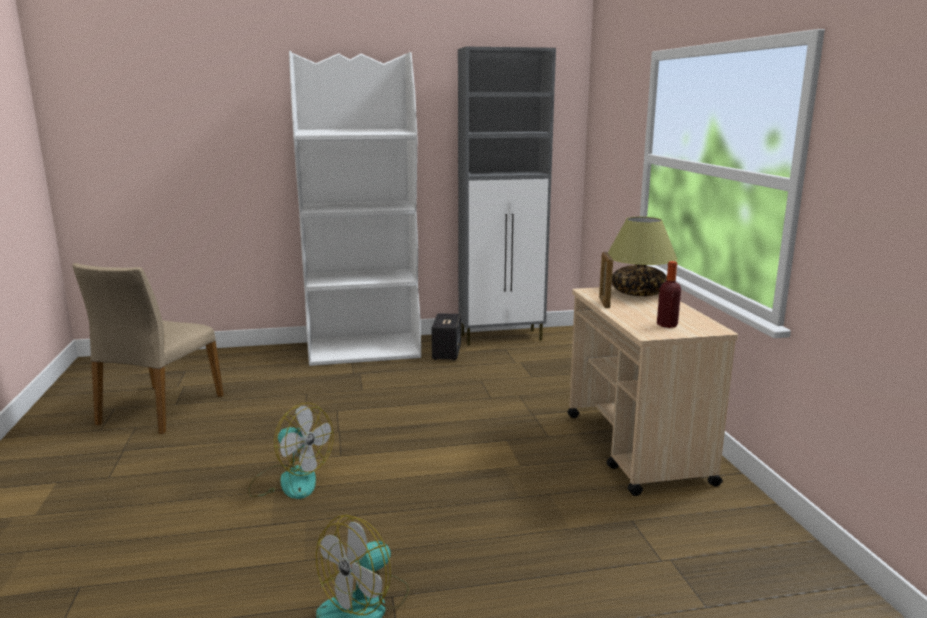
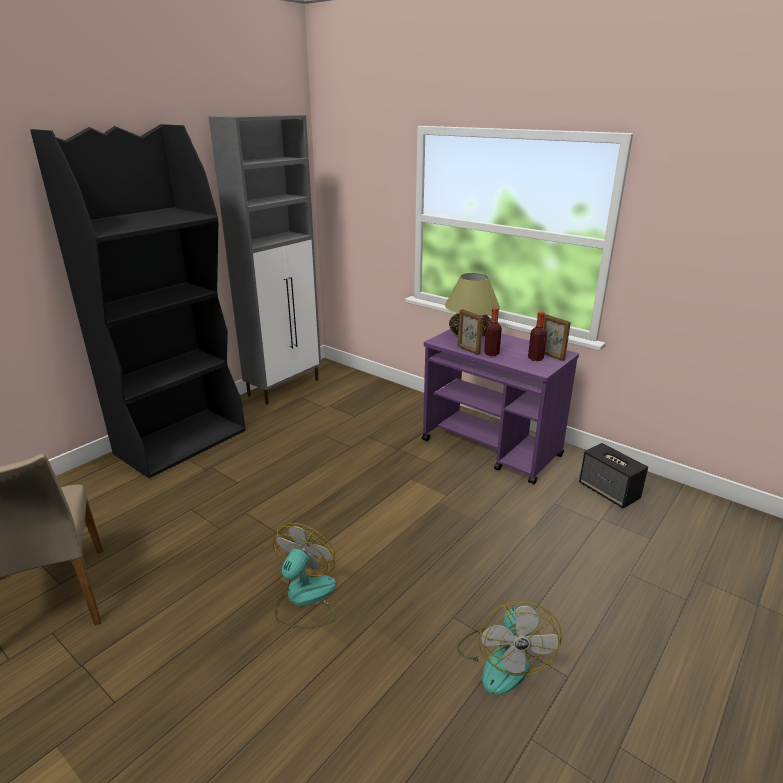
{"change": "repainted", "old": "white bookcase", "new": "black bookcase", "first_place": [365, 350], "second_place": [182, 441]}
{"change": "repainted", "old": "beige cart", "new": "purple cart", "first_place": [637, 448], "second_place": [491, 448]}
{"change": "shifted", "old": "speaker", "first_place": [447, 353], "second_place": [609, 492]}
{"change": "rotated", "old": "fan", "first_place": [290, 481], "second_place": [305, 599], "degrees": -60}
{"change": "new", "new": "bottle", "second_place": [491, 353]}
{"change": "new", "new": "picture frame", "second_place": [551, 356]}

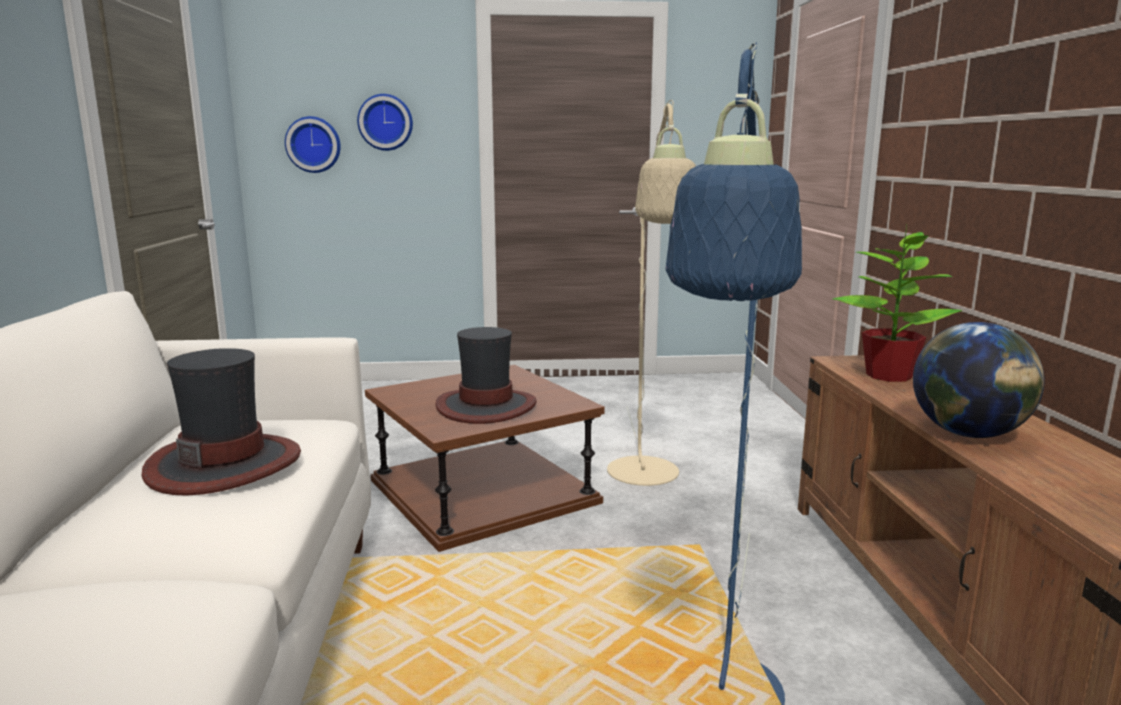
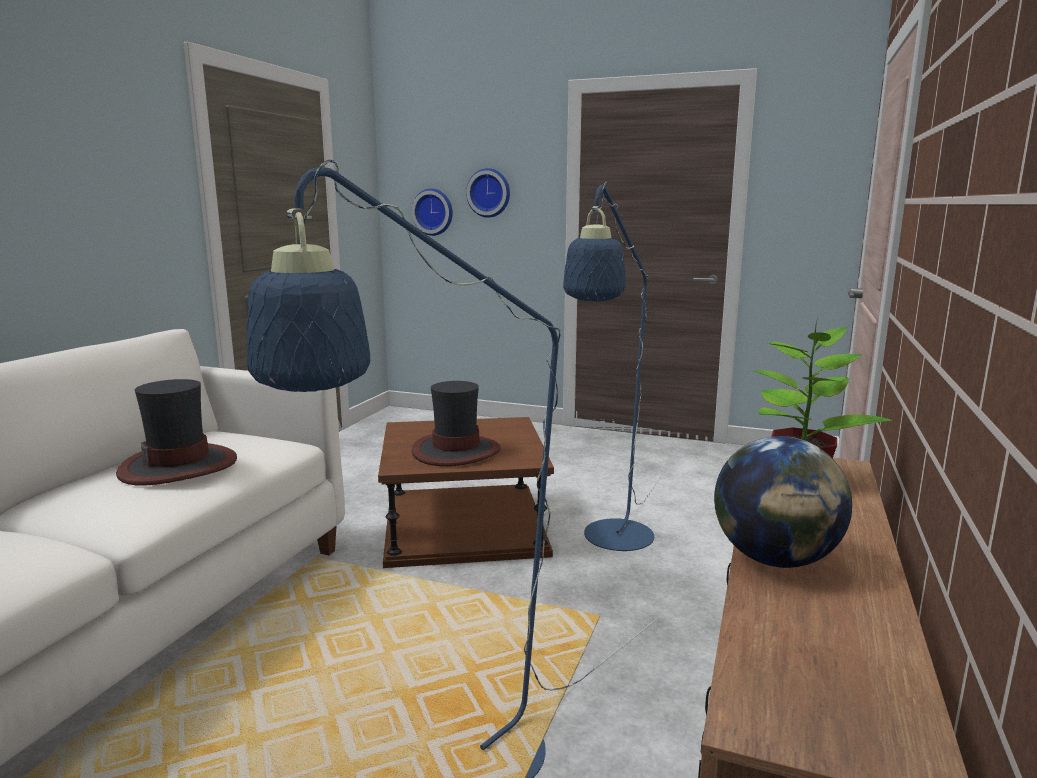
{"change": "repainted", "old": "beige floor lamp", "new": "blue floor lamp", "first_place": [645, 478], "second_place": [613, 542]}

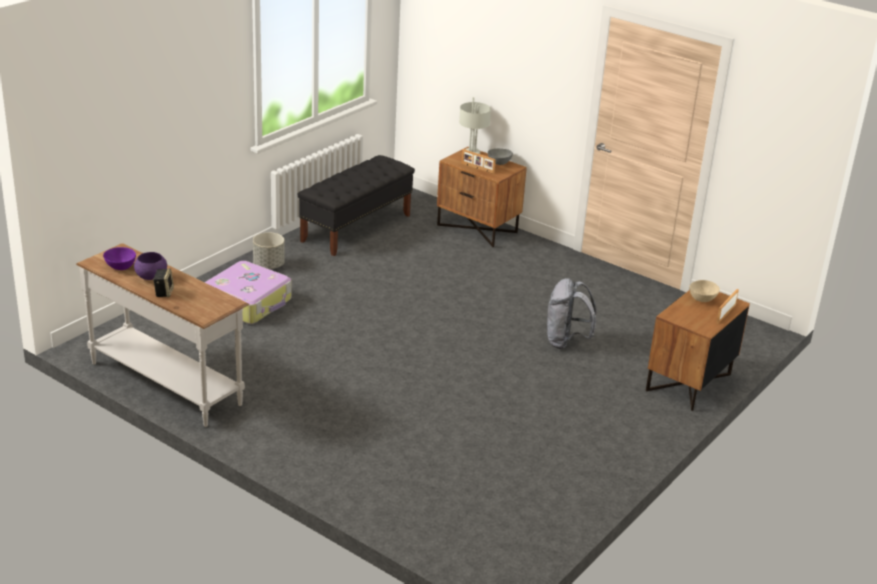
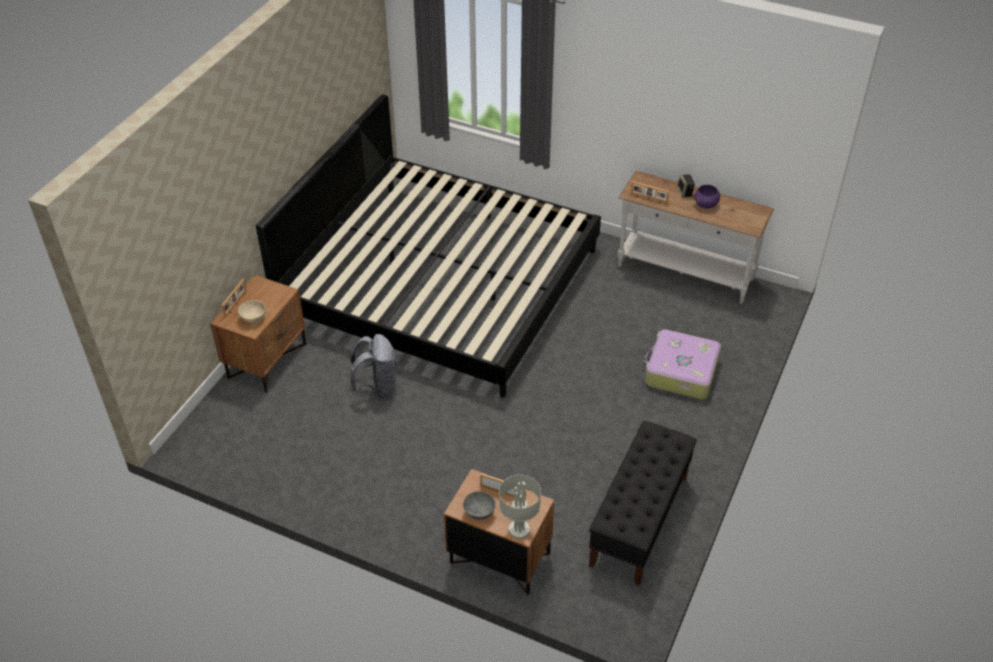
{"change": "gone", "old": "grey planter", "first_place": [269, 265]}
{"change": "gone", "old": "purple bowl", "first_place": [120, 267]}
{"change": "new", "new": "bed", "second_place": [441, 283]}
{"change": "new", "new": "picture frame", "second_place": [648, 199]}

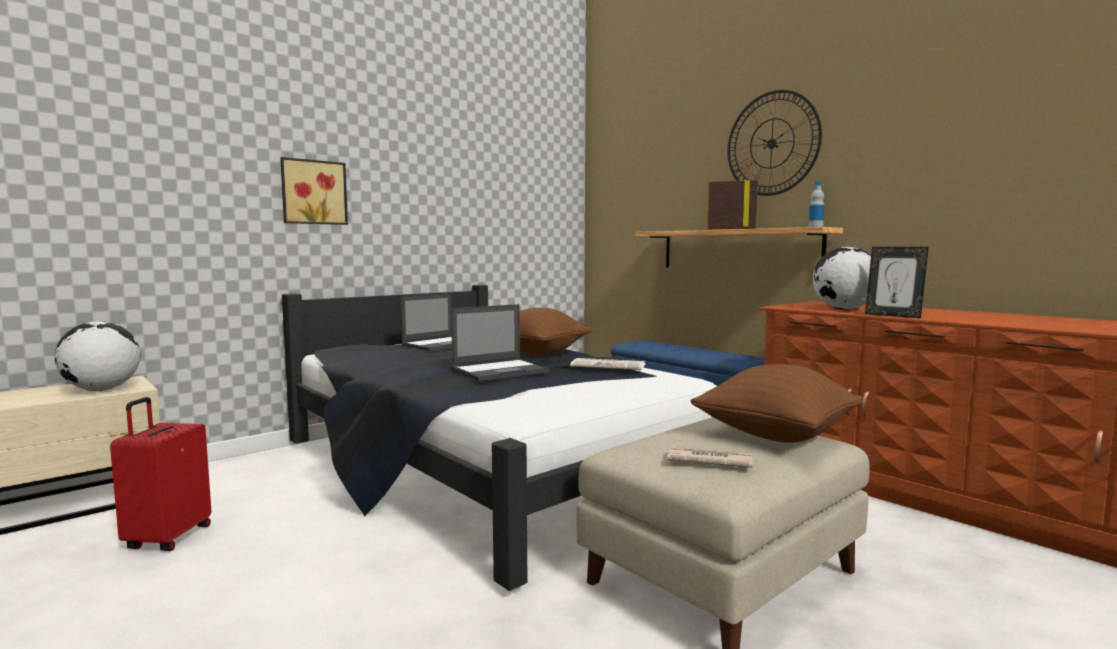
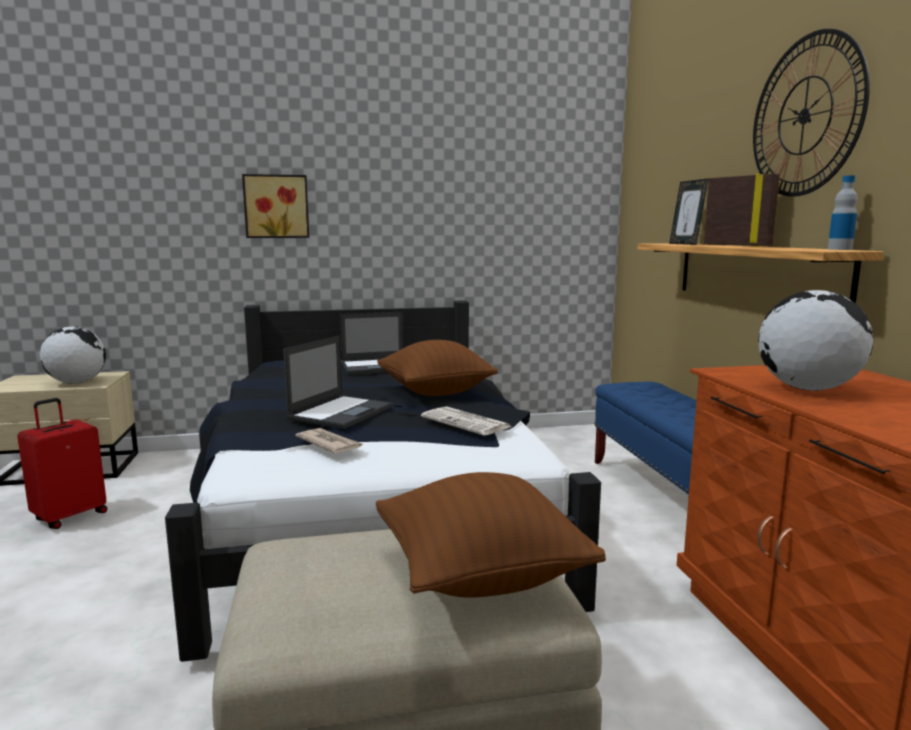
{"change": "shifted", "old": "picture frame", "first_place": [893, 315], "second_place": [685, 244]}
{"change": "rotated", "old": "laptop", "first_place": [501, 370], "second_place": [342, 412], "degrees": -60}
{"change": "shifted", "old": "newspaper", "first_place": [708, 460], "second_place": [329, 444]}

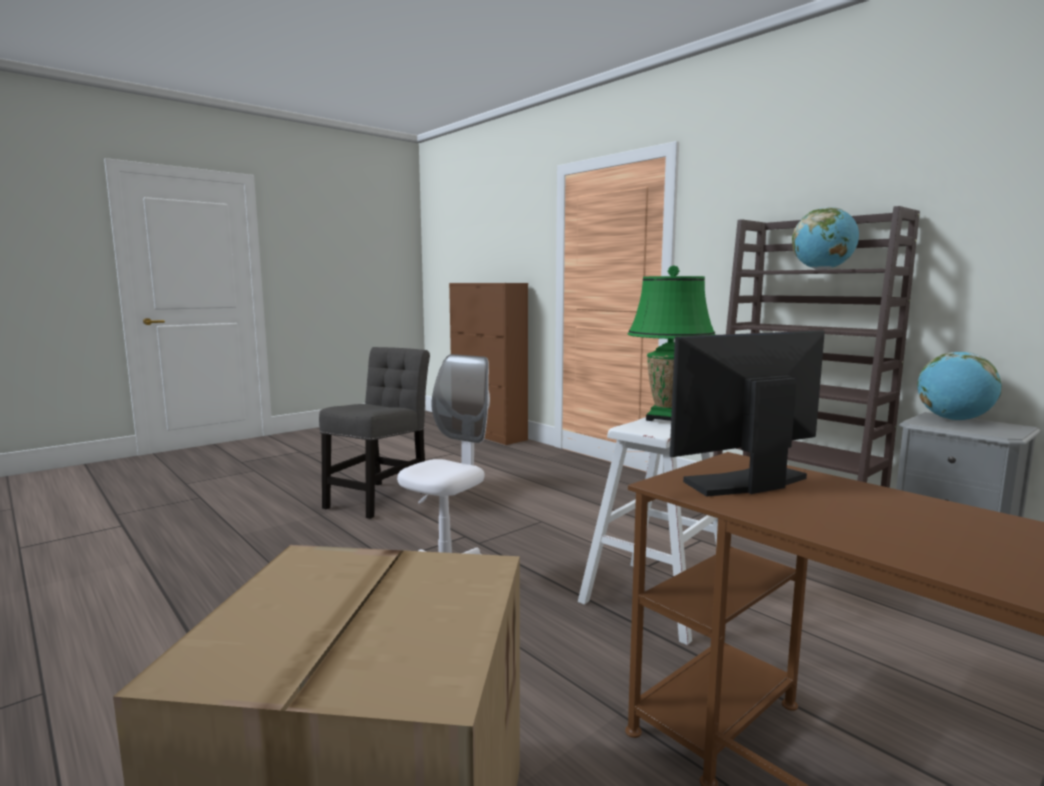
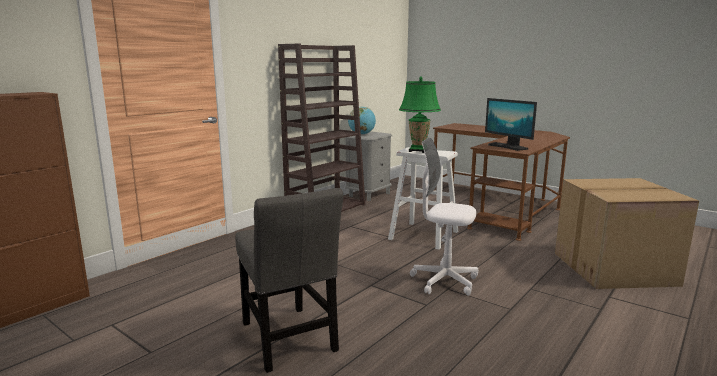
{"change": "gone", "old": "globe", "first_place": [822, 269]}
{"change": "rotated", "old": "grey chair", "first_place": [379, 498], "second_place": [289, 340], "degrees": -135}

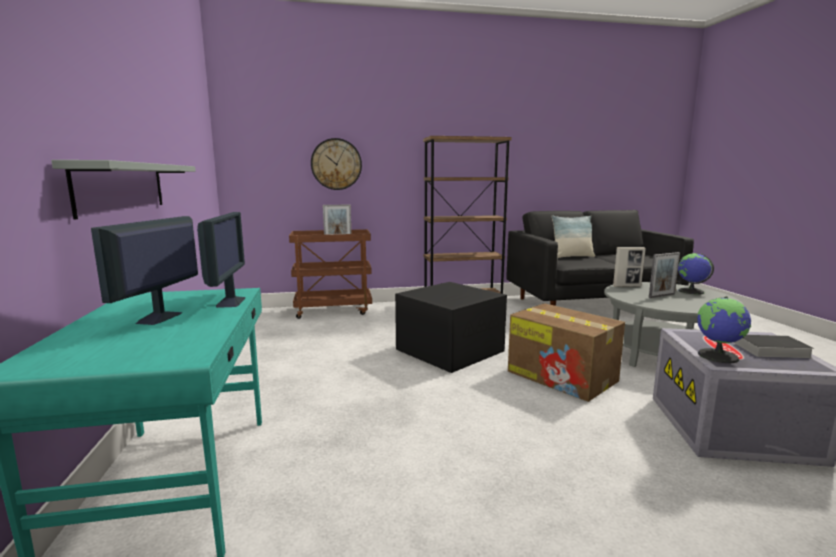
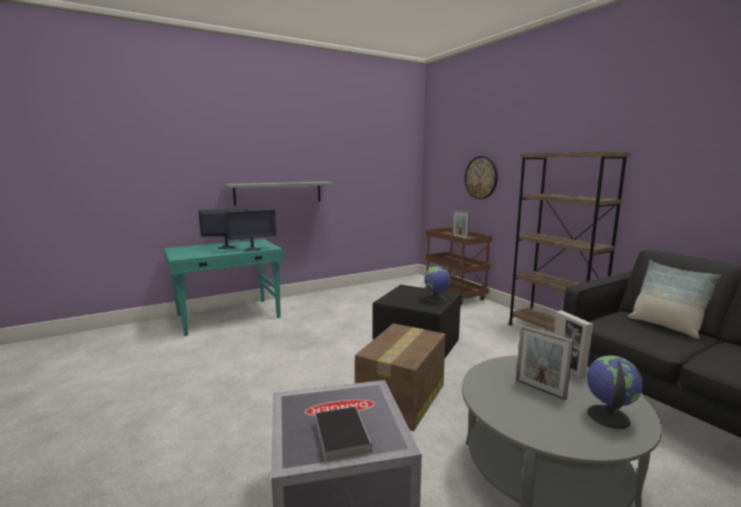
{"change": "shifted", "old": "globe", "first_place": [718, 356], "second_place": [436, 300]}

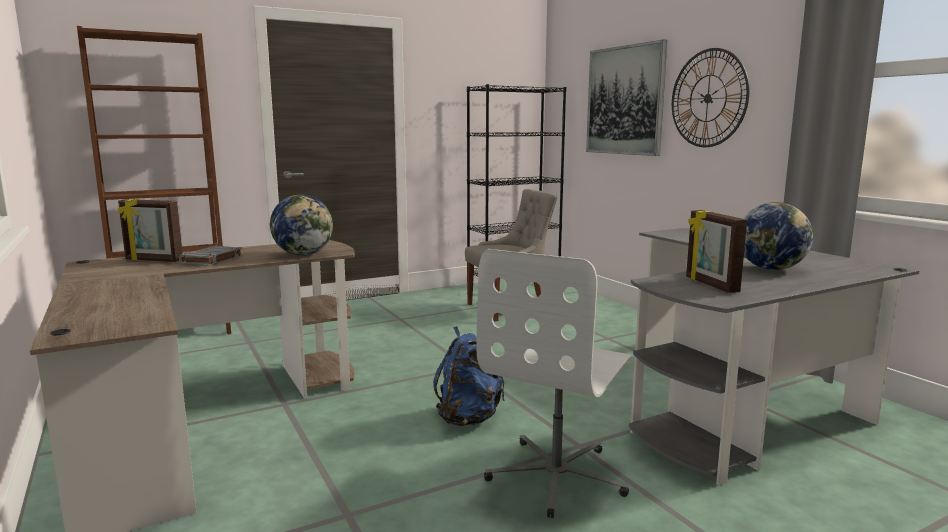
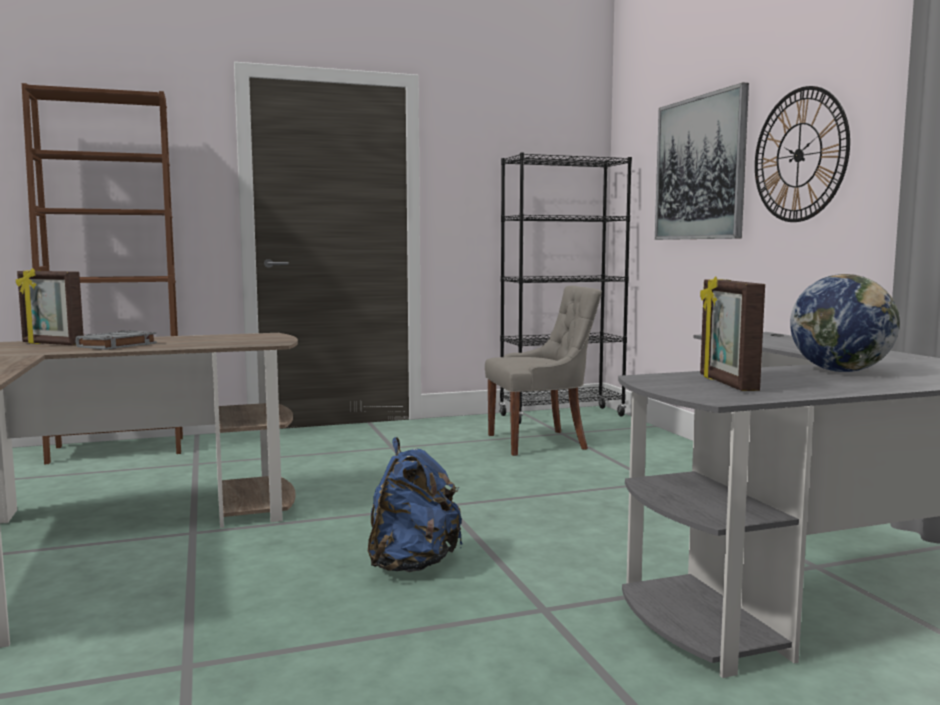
{"change": "gone", "old": "globe", "first_place": [304, 254]}
{"change": "gone", "old": "white office chair", "first_place": [557, 476]}

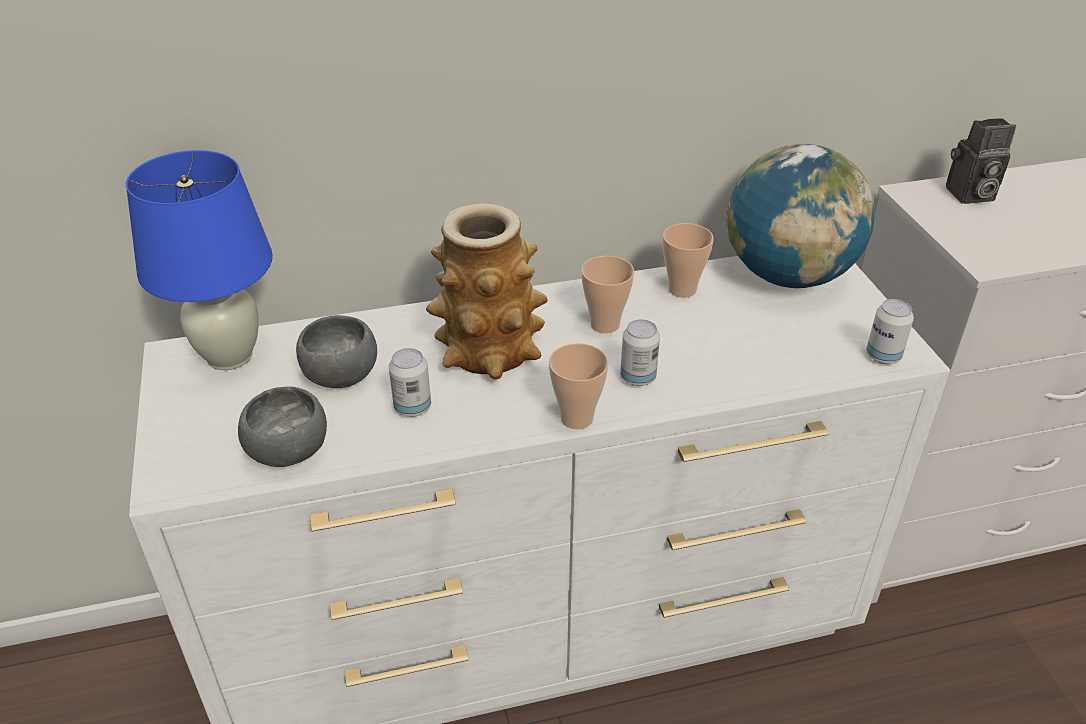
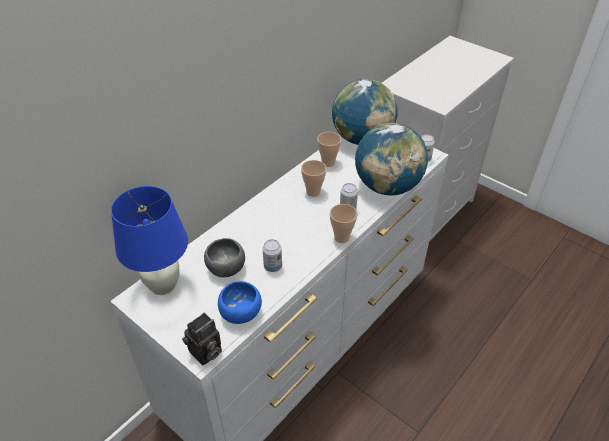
{"change": "shifted", "old": "photo camera", "first_place": [969, 195], "second_place": [205, 353]}
{"change": "gone", "old": "vase", "first_place": [489, 350]}
{"change": "repainted", "old": "grey bowl", "new": "blue bowl", "first_place": [290, 452], "second_place": [242, 312]}
{"change": "new", "new": "globe", "second_place": [387, 187]}

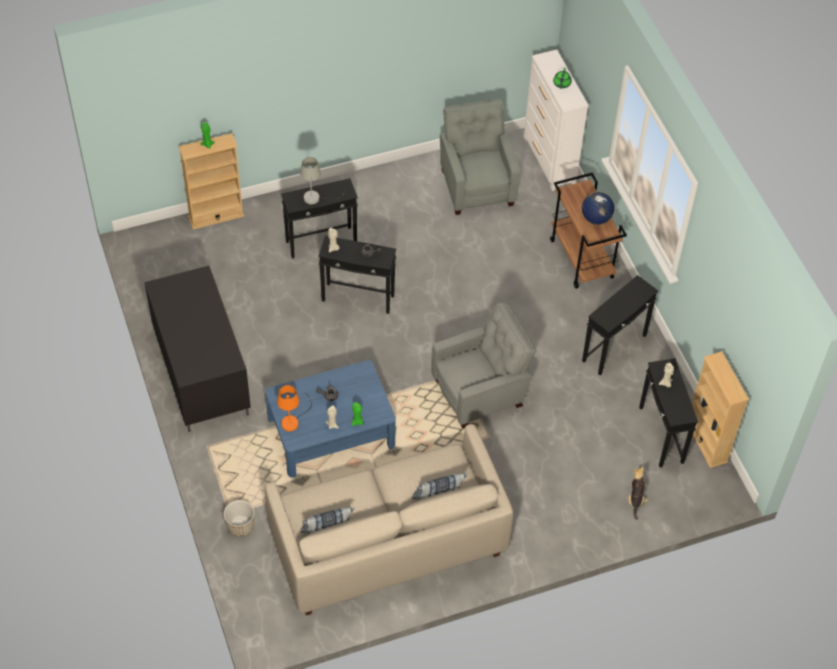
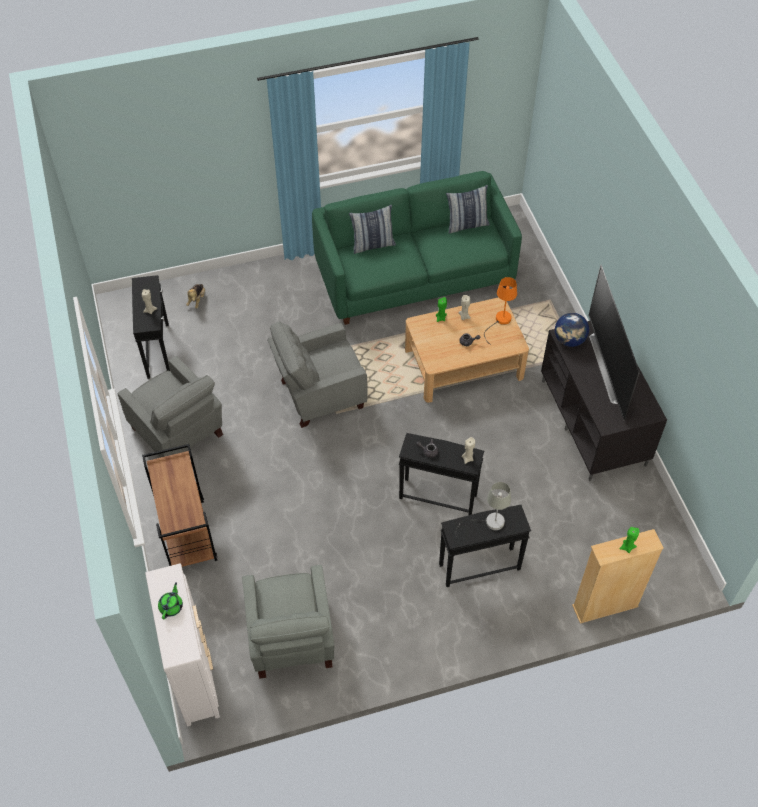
{"change": "shifted", "old": "globe", "first_place": [596, 218], "second_place": [569, 340]}
{"change": "swapped", "old": "black side table", "new": "grey armchair", "first_place": [615, 348], "second_place": [178, 433]}
{"change": "gone", "old": "beige bookcase", "first_place": [706, 441]}
{"change": "repainted", "old": "blue coffee table", "new": "beige coffee table", "first_place": [331, 432], "second_place": [463, 363]}
{"change": "repainted", "old": "beige sofa", "new": "green sofa", "first_place": [387, 542], "second_place": [414, 275]}
{"change": "gone", "old": "planter", "first_place": [240, 525]}
{"change": "new", "new": "television", "second_place": [610, 367]}

